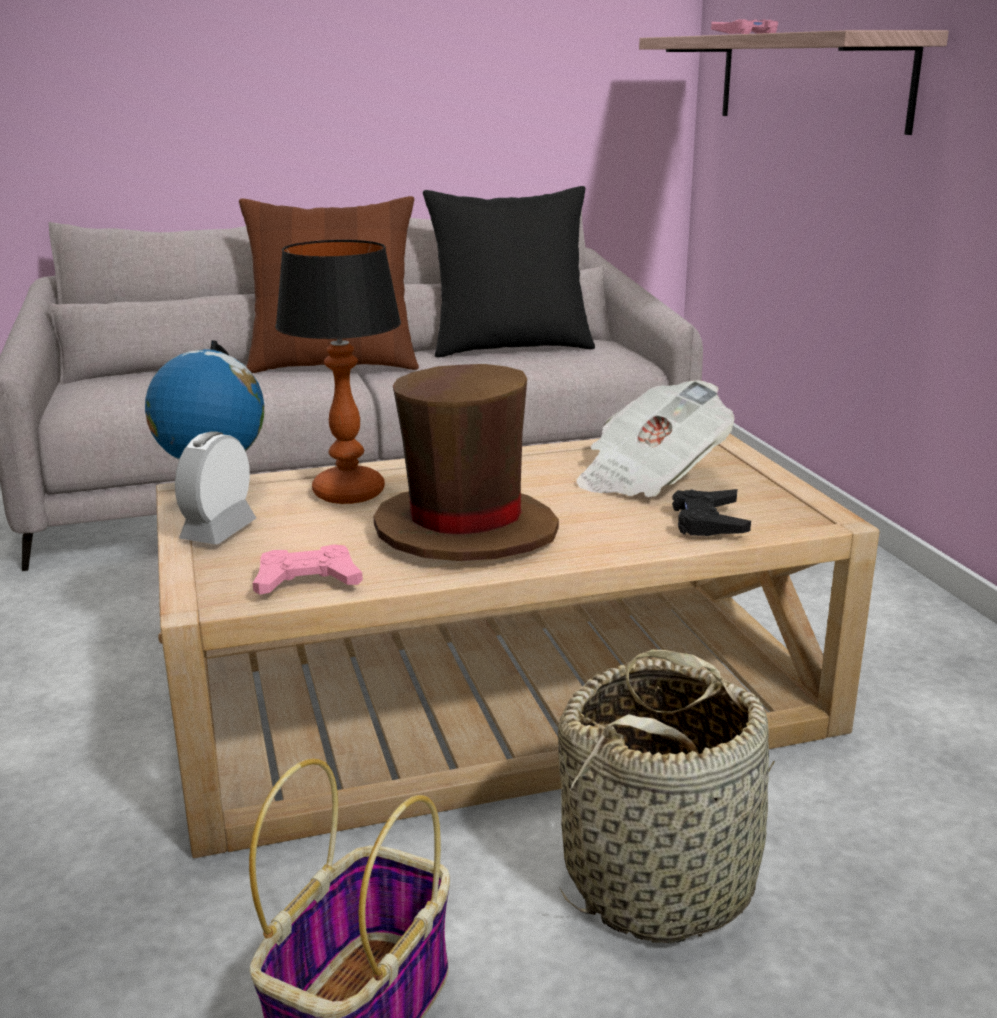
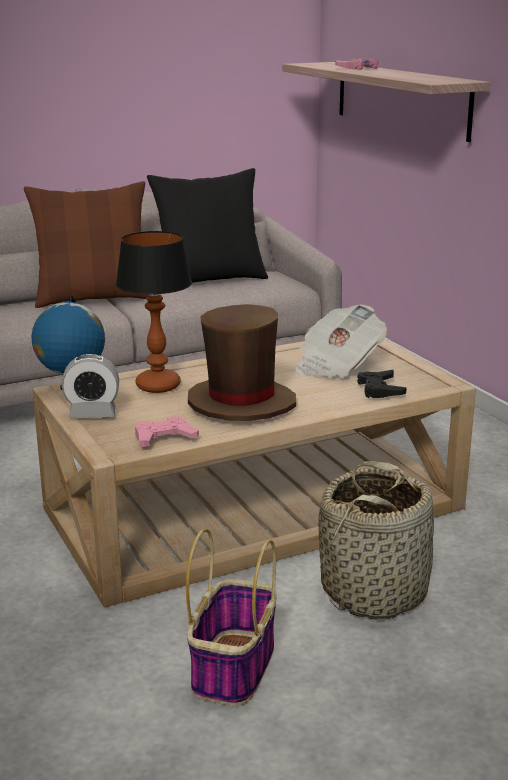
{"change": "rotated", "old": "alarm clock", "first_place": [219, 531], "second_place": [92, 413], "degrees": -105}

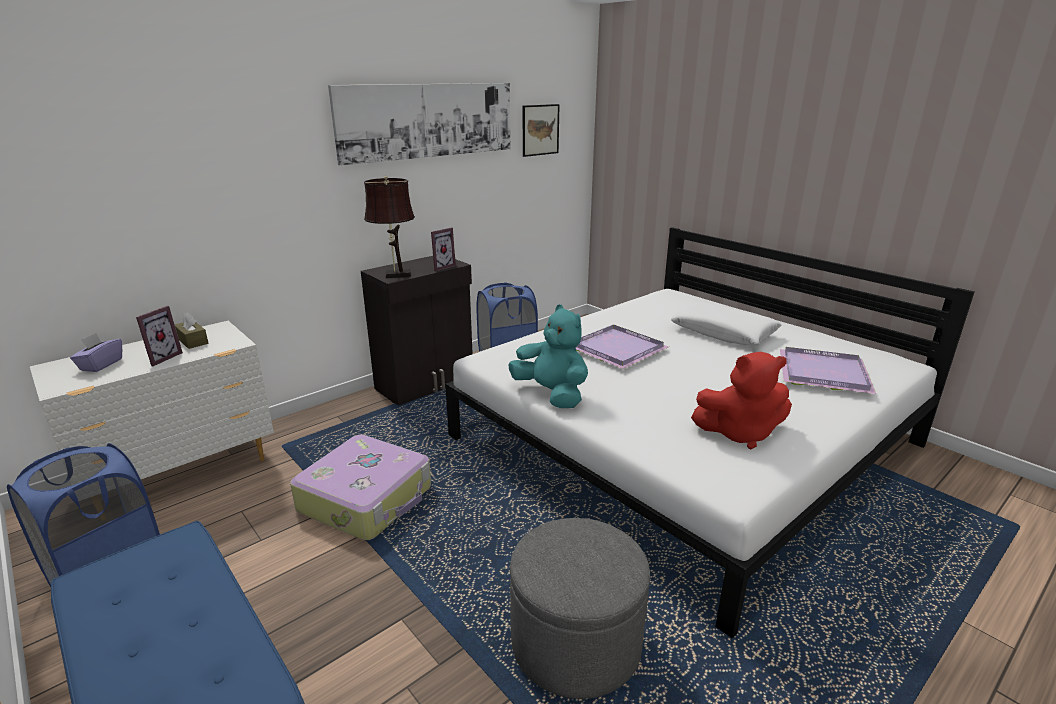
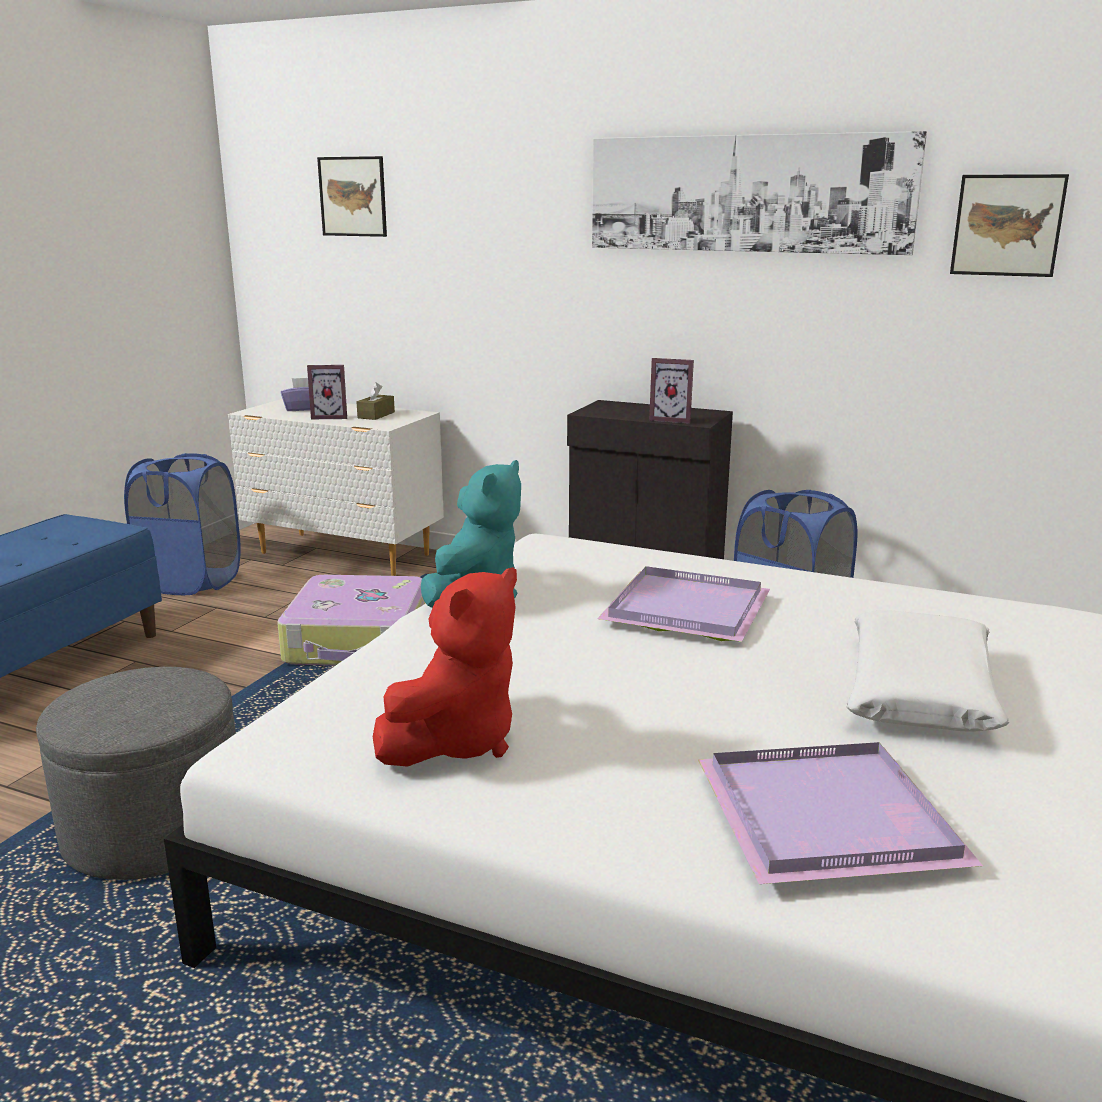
{"change": "gone", "old": "brown table lamp", "first_place": [395, 275]}
{"change": "rotated", "old": "red plush toy", "first_place": [740, 433], "second_place": [455, 741], "degrees": -120}
{"change": "new", "new": "picture", "second_place": [353, 196]}

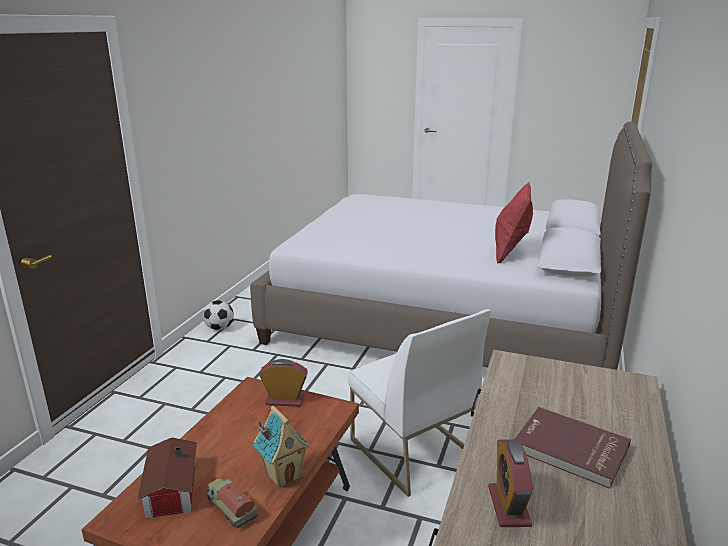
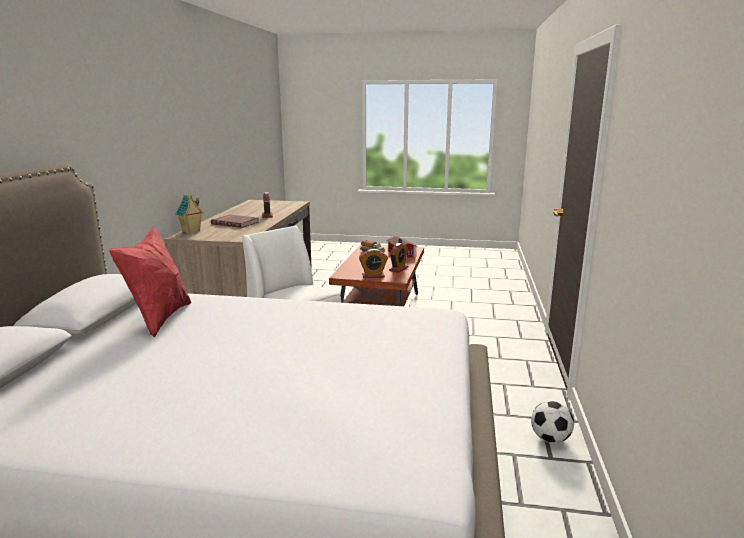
{"change": "shifted", "old": "toy house", "first_place": [283, 475], "second_place": [191, 231]}
{"change": "new", "new": "alarm clock", "second_place": [398, 269]}

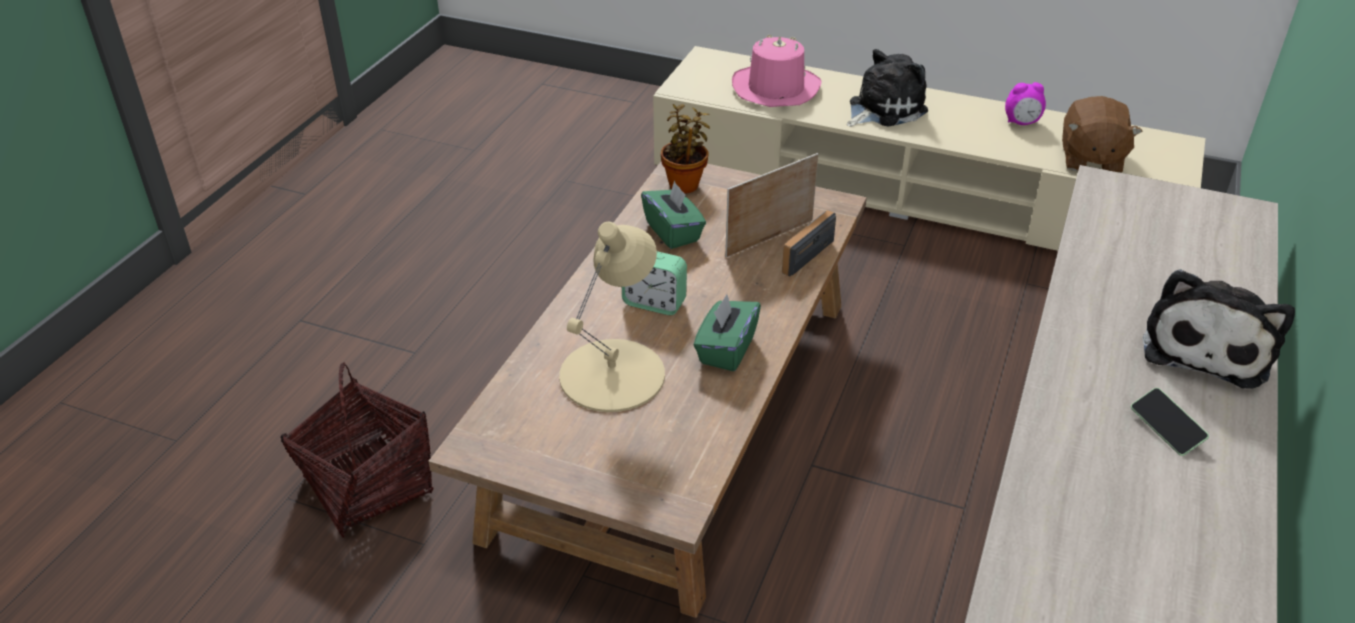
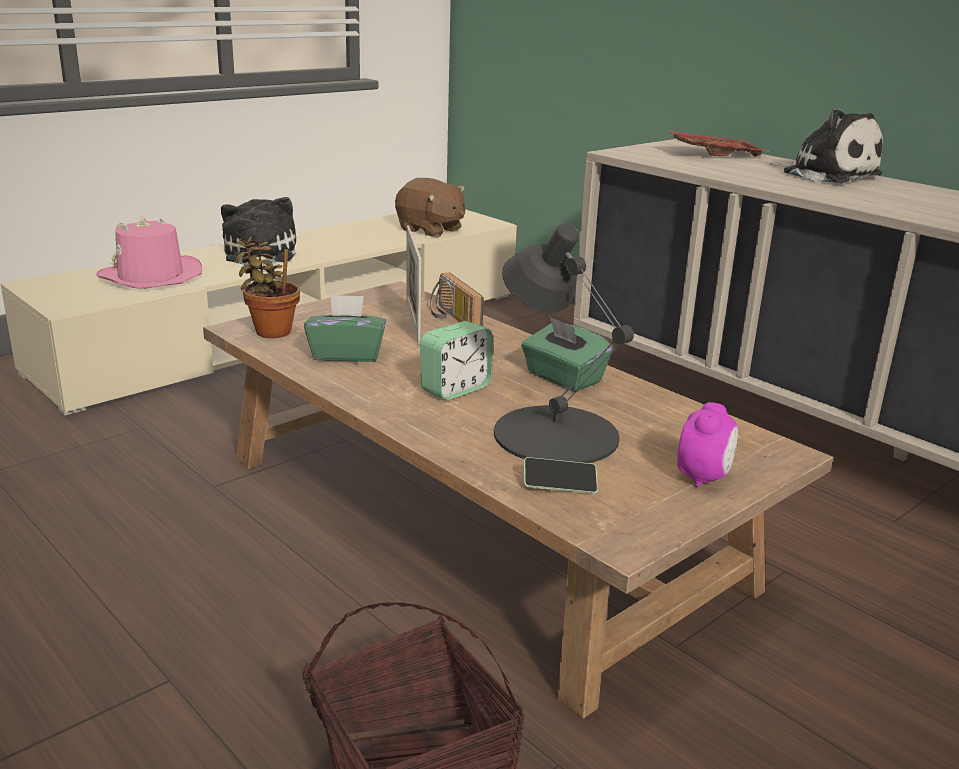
{"change": "shifted", "old": "alarm clock", "first_place": [1021, 123], "second_place": [703, 477]}
{"change": "repainted", "old": "beige table lamp", "new": "black table lamp", "first_place": [614, 374], "second_place": [555, 434]}
{"change": "shifted", "old": "phone", "first_place": [1166, 429], "second_place": [559, 485]}
{"change": "new", "new": "red tray", "second_place": [714, 154]}

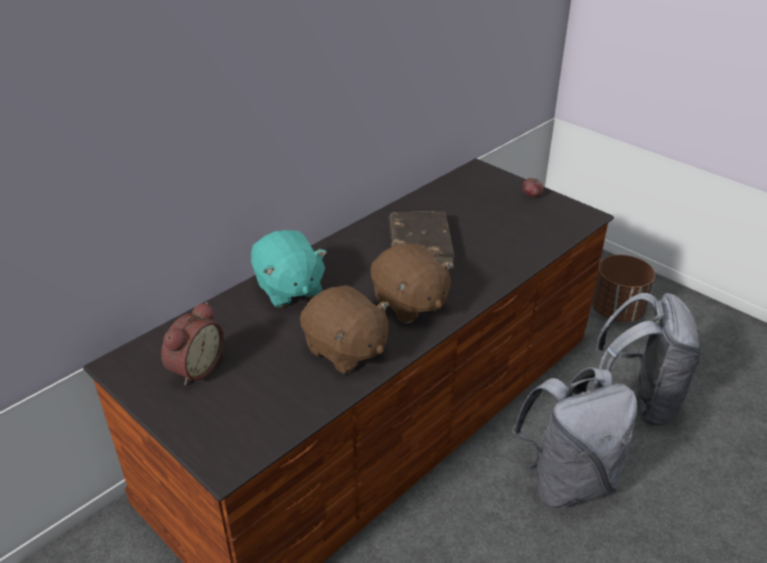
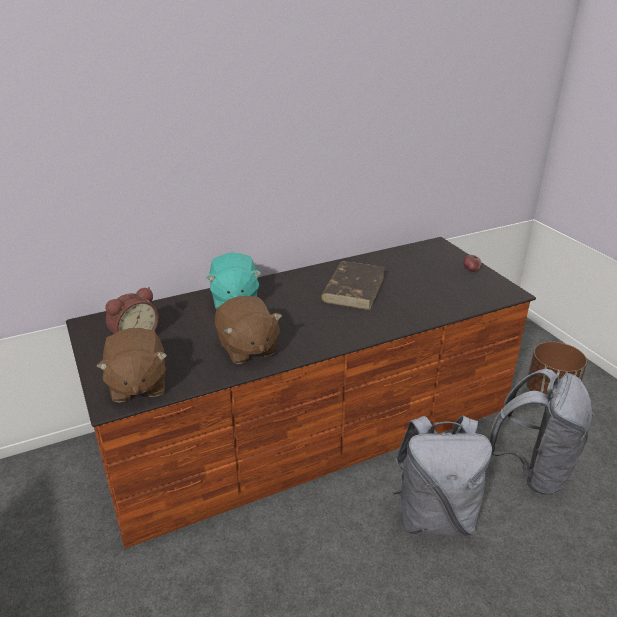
{"change": "shifted", "old": "brown plush toy", "first_place": [409, 303], "second_place": [137, 385]}

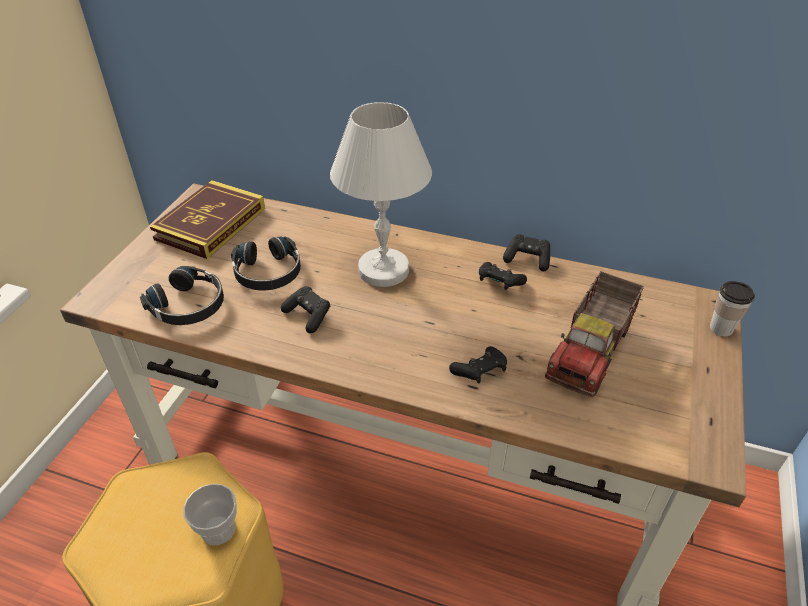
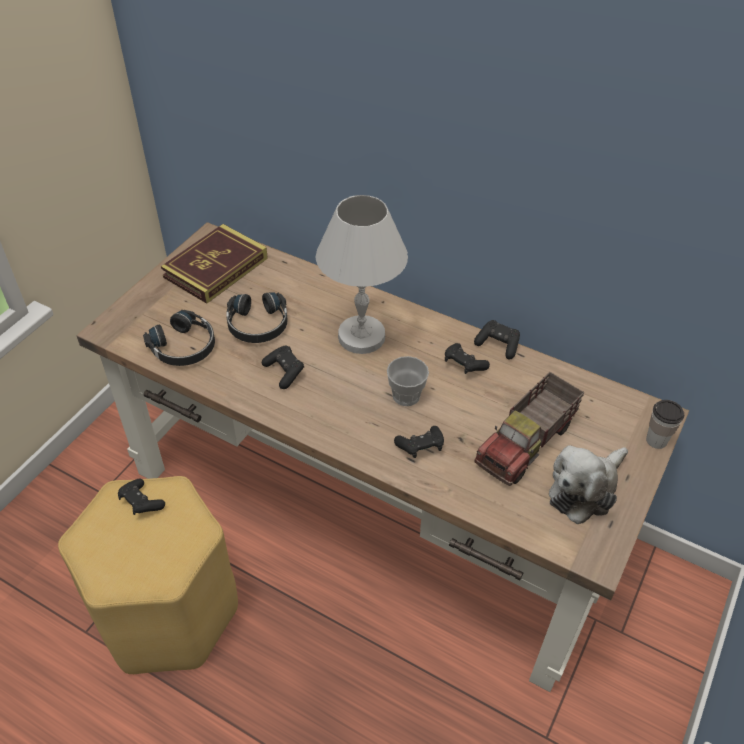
{"change": "shifted", "old": "cup", "first_place": [218, 529], "second_place": [406, 395]}
{"change": "new", "new": "plush toy", "second_place": [584, 490]}
{"change": "new", "new": "black game controller", "second_place": [141, 503]}

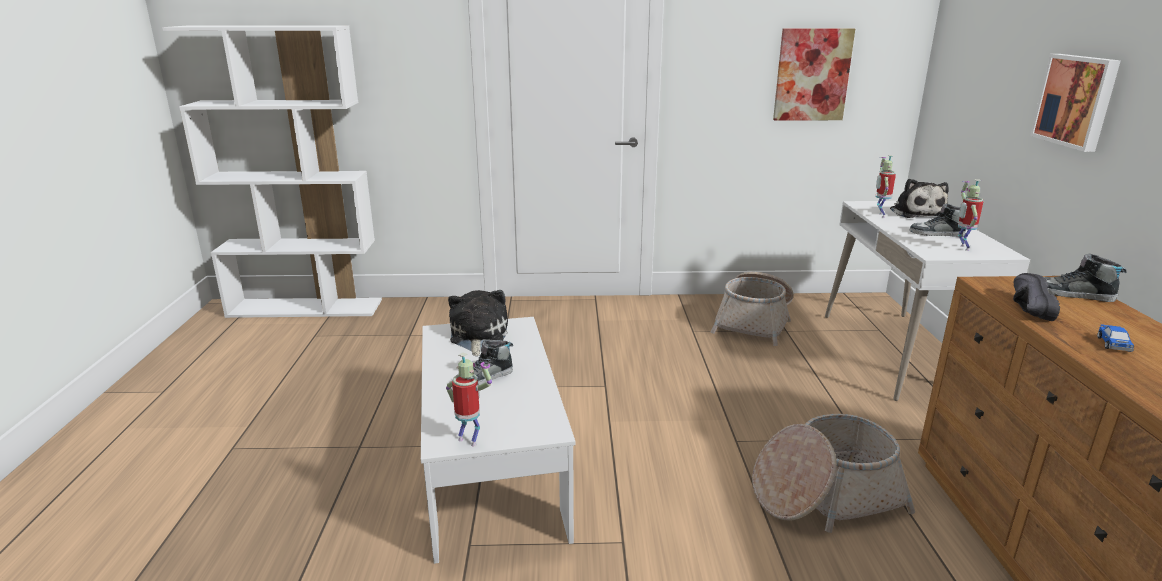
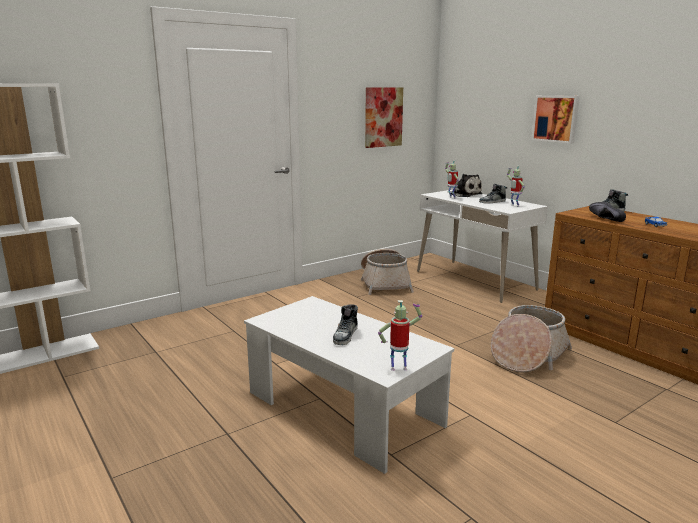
{"change": "gone", "old": "plush toy", "first_place": [477, 336]}

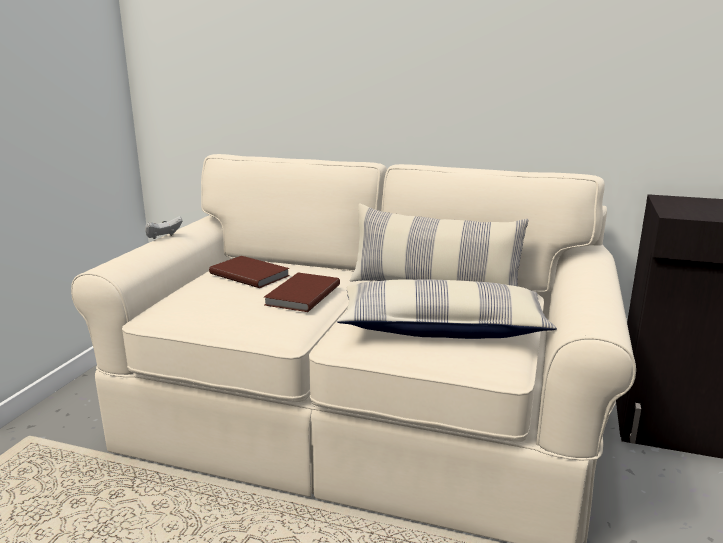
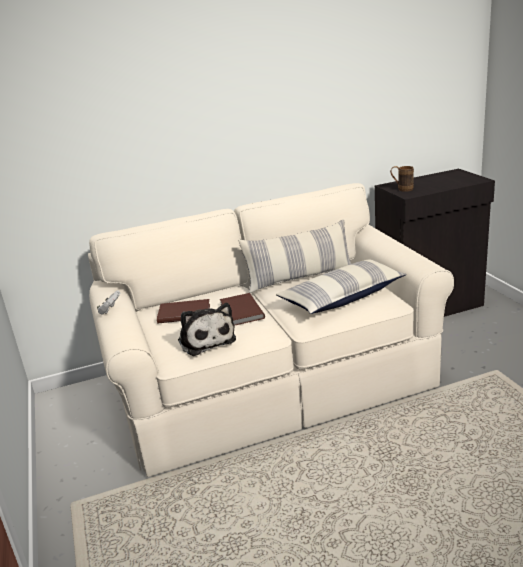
{"change": "new", "new": "brown mug", "second_place": [402, 189]}
{"change": "new", "new": "plush toy", "second_place": [206, 340]}

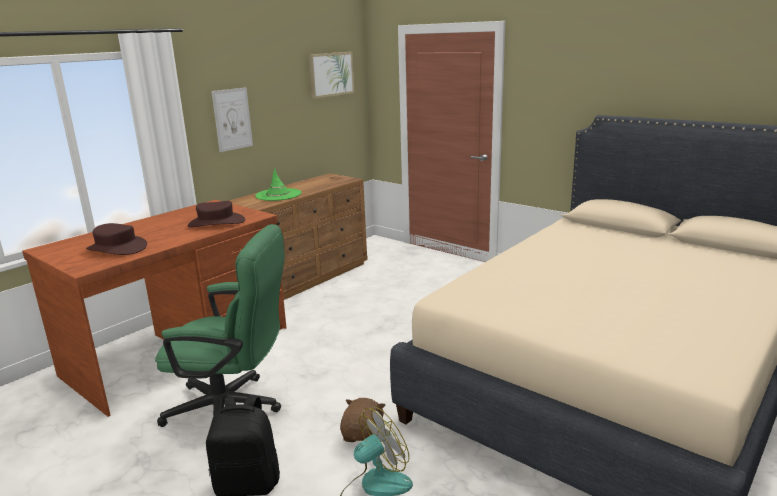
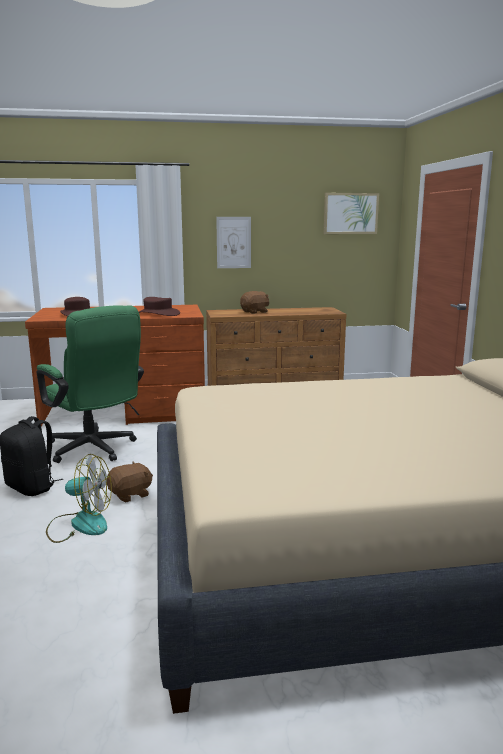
{"change": "swapped", "old": "green hat", "new": "brown plush toy", "first_place": [278, 195], "second_place": [255, 312]}

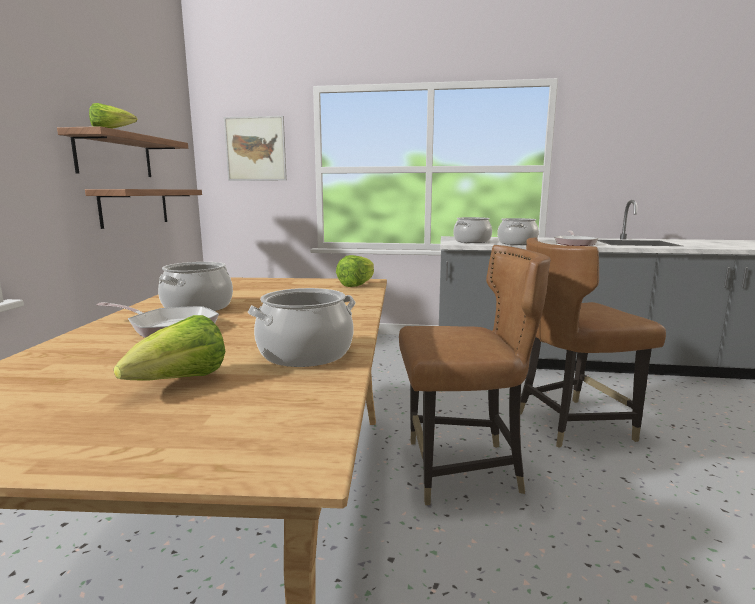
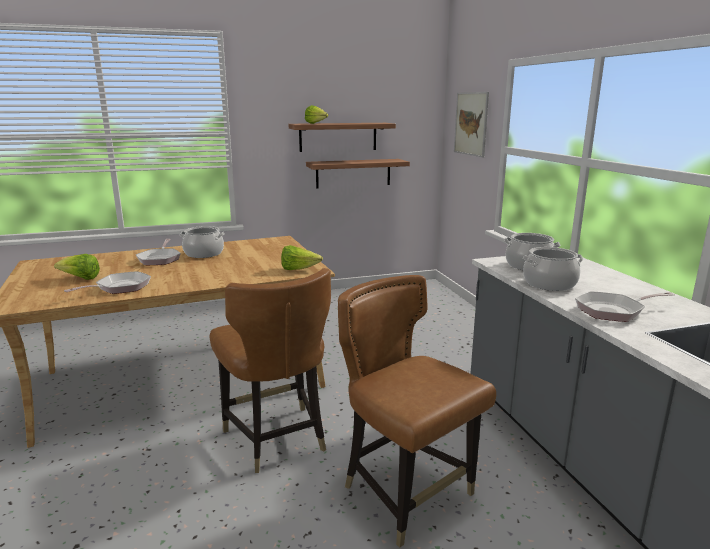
{"change": "swapped", "old": "cooking pot", "new": "frying pan", "first_place": [305, 354], "second_place": [120, 288]}

